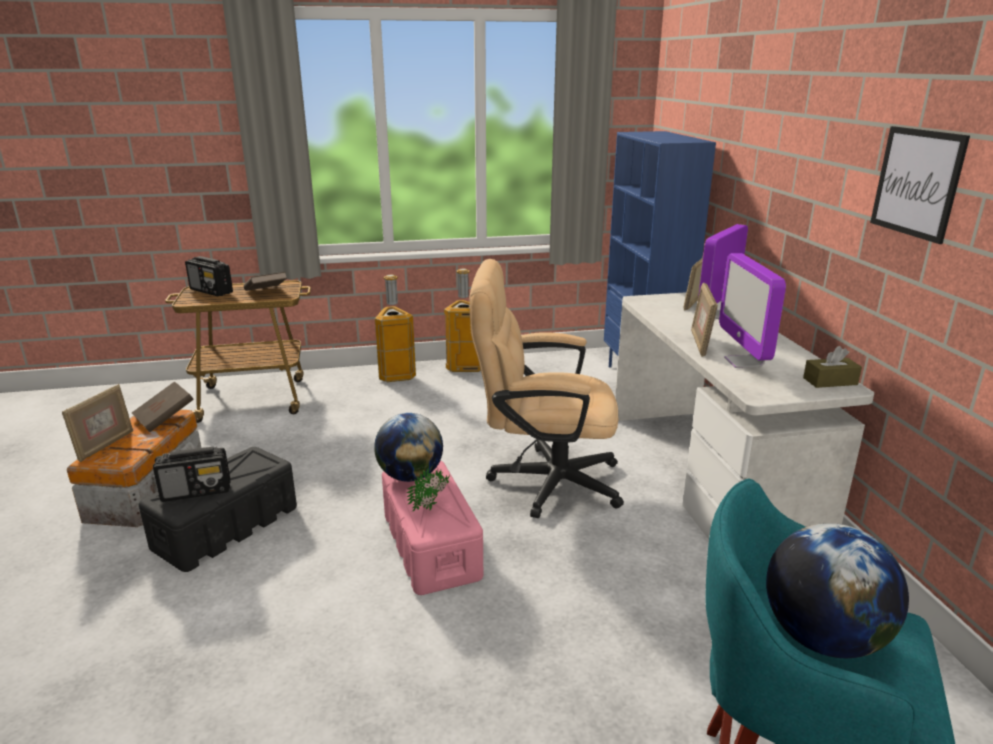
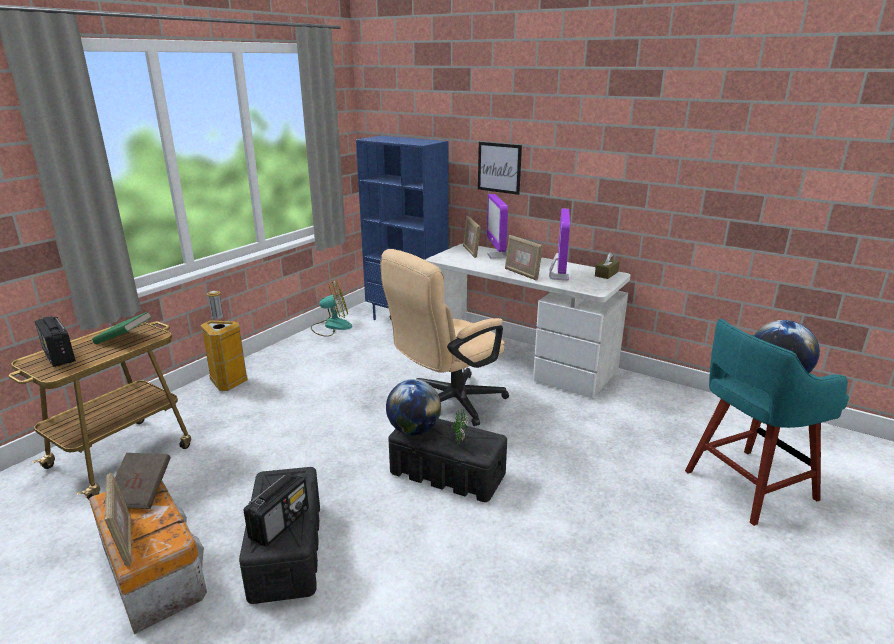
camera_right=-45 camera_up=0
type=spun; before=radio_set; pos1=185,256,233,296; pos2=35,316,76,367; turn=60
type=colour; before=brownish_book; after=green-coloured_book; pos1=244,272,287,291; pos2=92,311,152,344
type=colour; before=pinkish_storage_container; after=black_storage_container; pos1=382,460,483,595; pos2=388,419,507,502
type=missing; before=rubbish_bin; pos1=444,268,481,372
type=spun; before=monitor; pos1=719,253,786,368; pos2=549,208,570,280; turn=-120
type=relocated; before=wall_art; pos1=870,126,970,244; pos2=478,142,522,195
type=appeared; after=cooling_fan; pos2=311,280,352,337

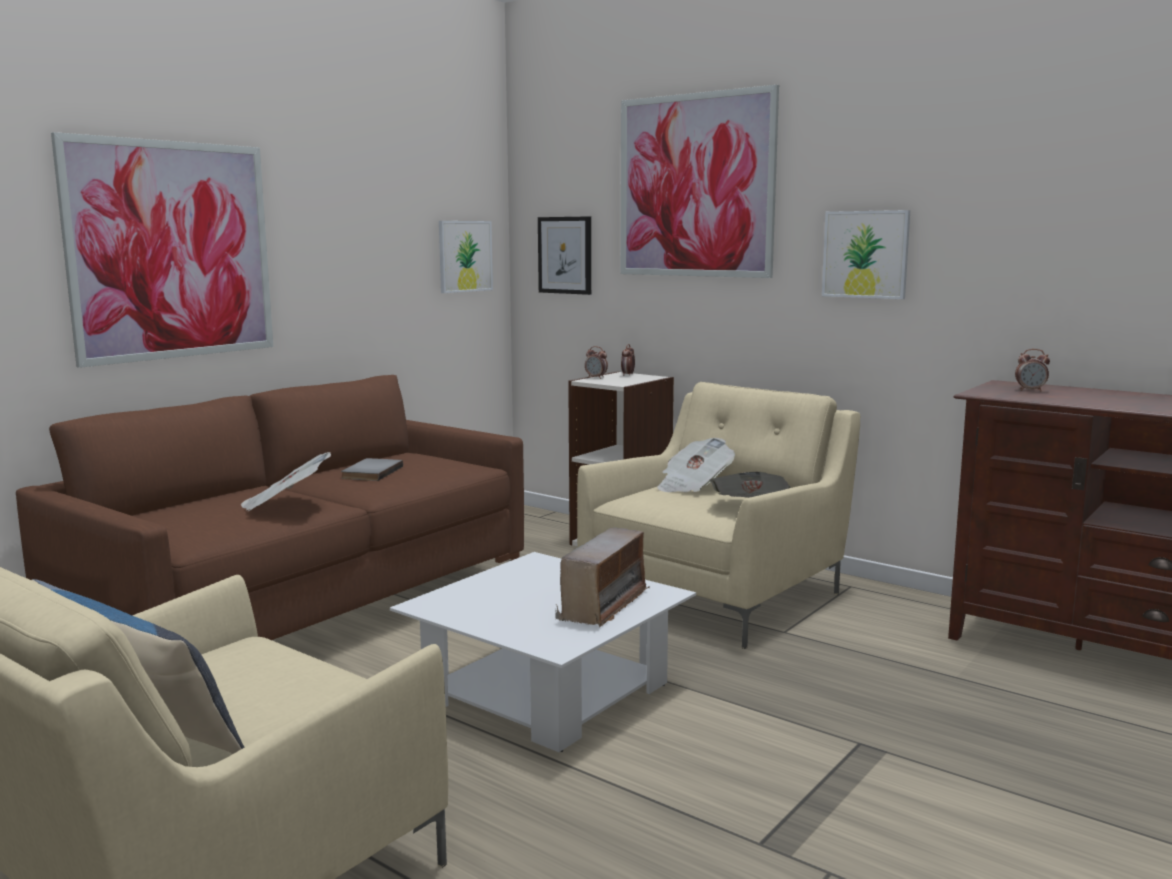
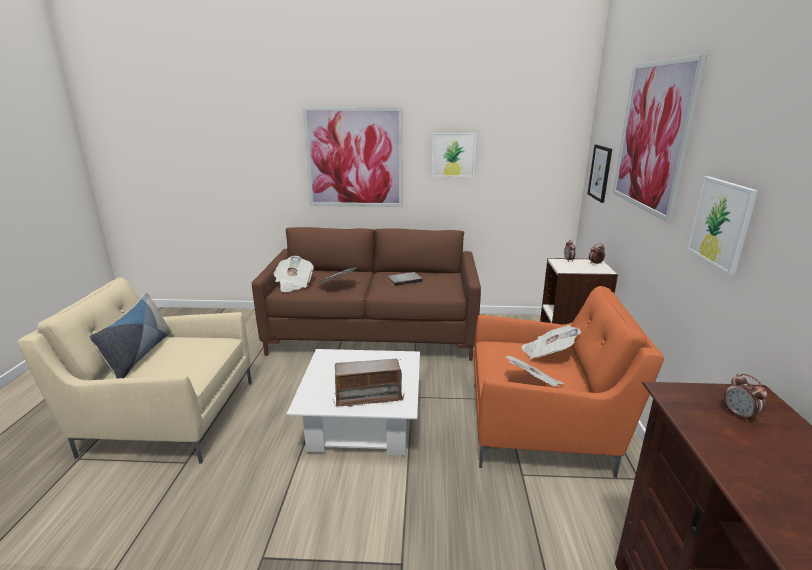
camera_right=55 camera_up=10
type=relocated; before=wall_art; pos1=439,221,493,293; pos2=432,133,476,177
type=colour; before=beige-coloured_lounge_chair; after=orange_lounge_chair; pos1=577,382,860,649; pos2=474,286,664,478
type=appeared; after=printed_paper; pos2=274,256,314,292

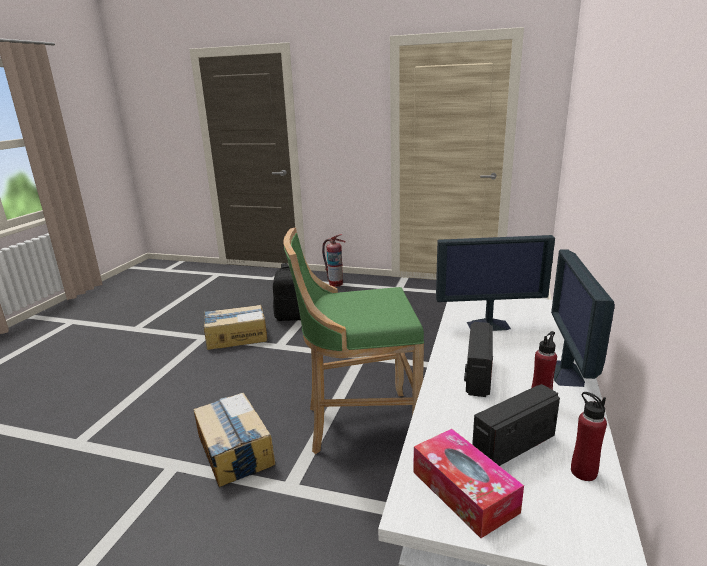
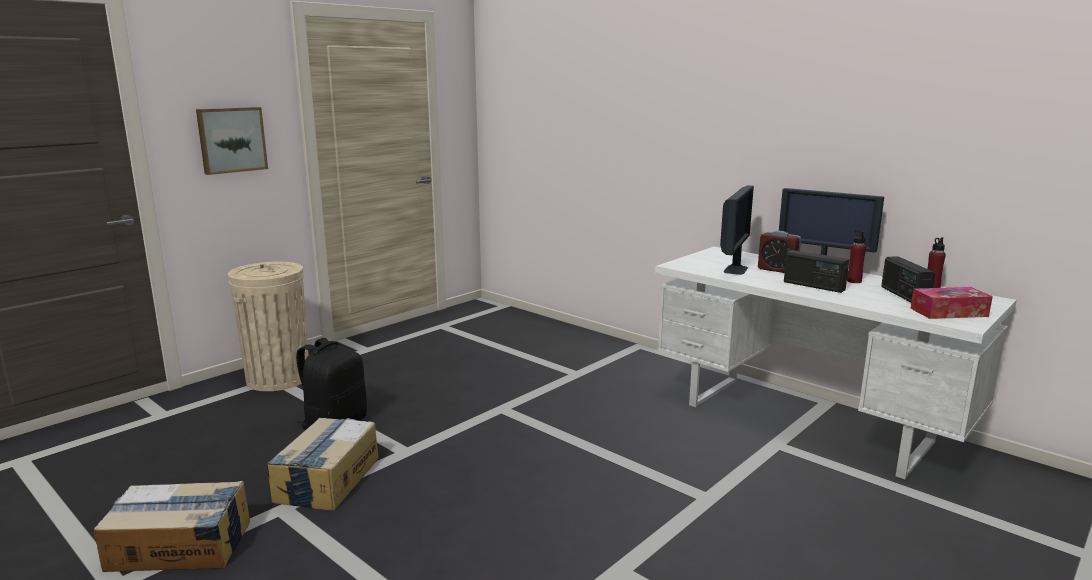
camera_right=-65 camera_up=-5
type=relocated; before=carton; pos1=194,393,275,487; pos2=94,481,250,572
type=missing; before=green-coloured_sitting_stool; pos1=284,227,424,454
type=exchanged; before=extinguisher; after=beige-coloured_rubbish_bin; pos1=322,234,346,287; pos2=228,262,309,391
type=appeared; after=wall_art; pos2=196,107,268,175
type=appeared; after=bedside_clock; pos2=758,231,801,273

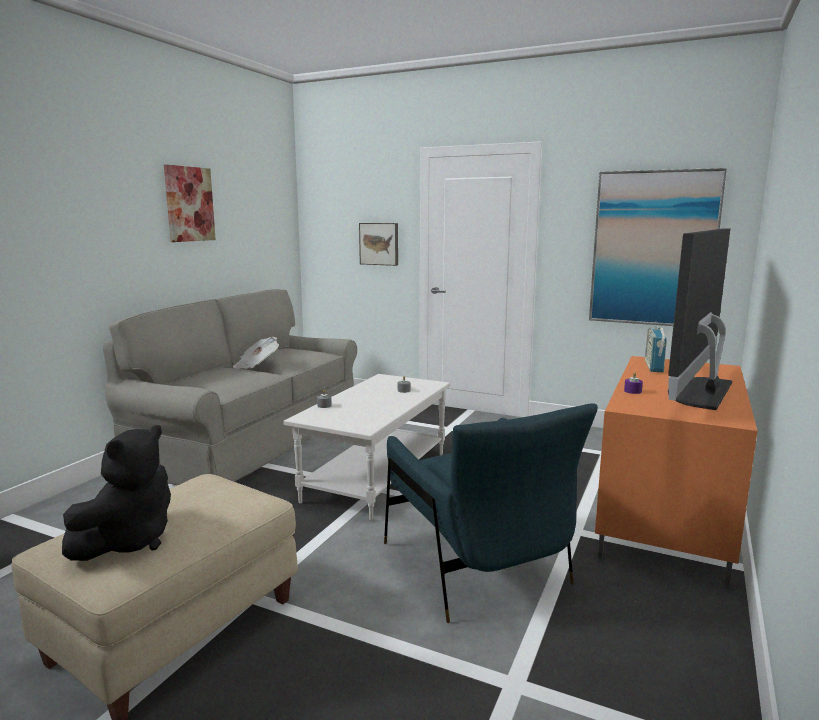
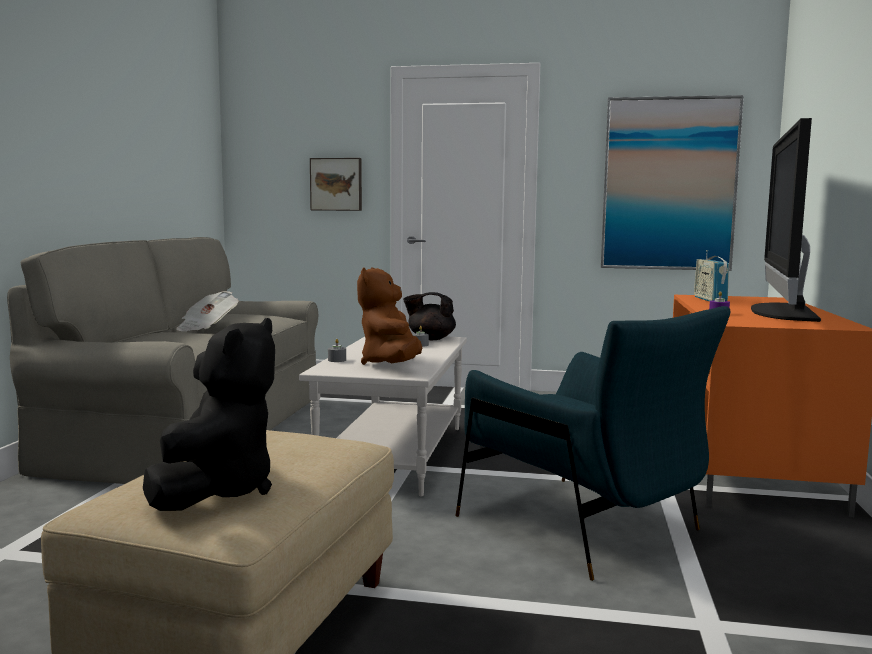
camera_right=-15 camera_up=-5
type=missing; before=wall_art; pos1=164,165,216,242
type=appeared; after=brownish_plush_toy; pos2=357,267,422,365
type=appeared; after=black_teapot; pos2=403,292,456,340

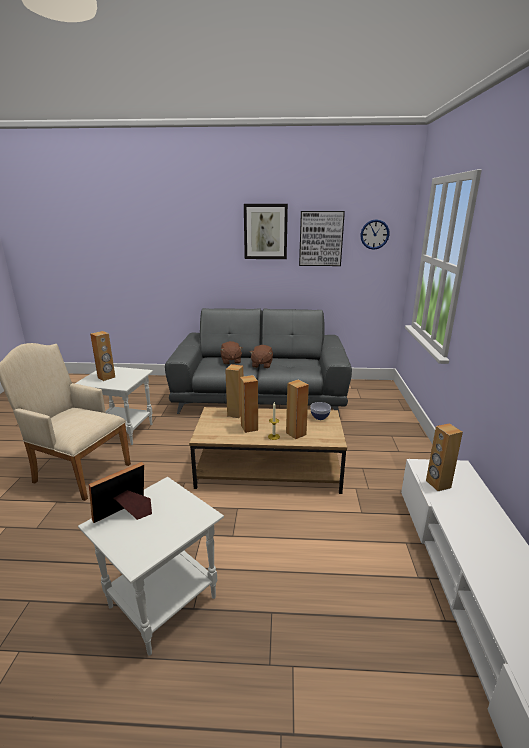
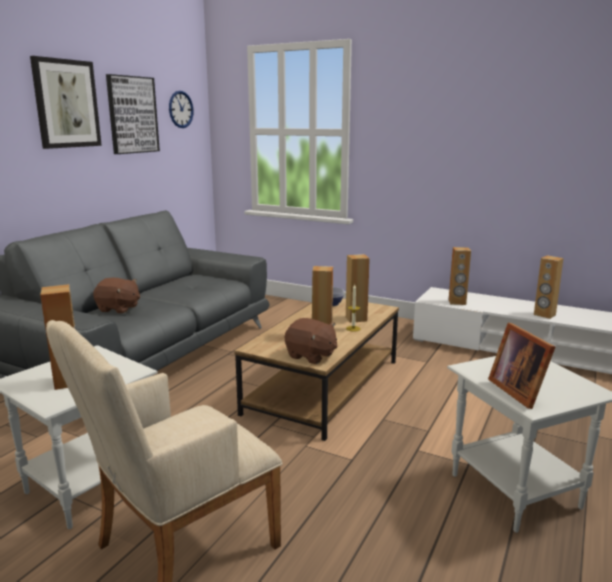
camera_right=-65 camera_up=-5
type=relocated; before=brownish_loudspeaker; pos1=225,364,244,418; pos2=534,255,563,319
type=relocated; before=brownish_plush_toy; pos1=250,345,273,368; pos2=285,318,337,364

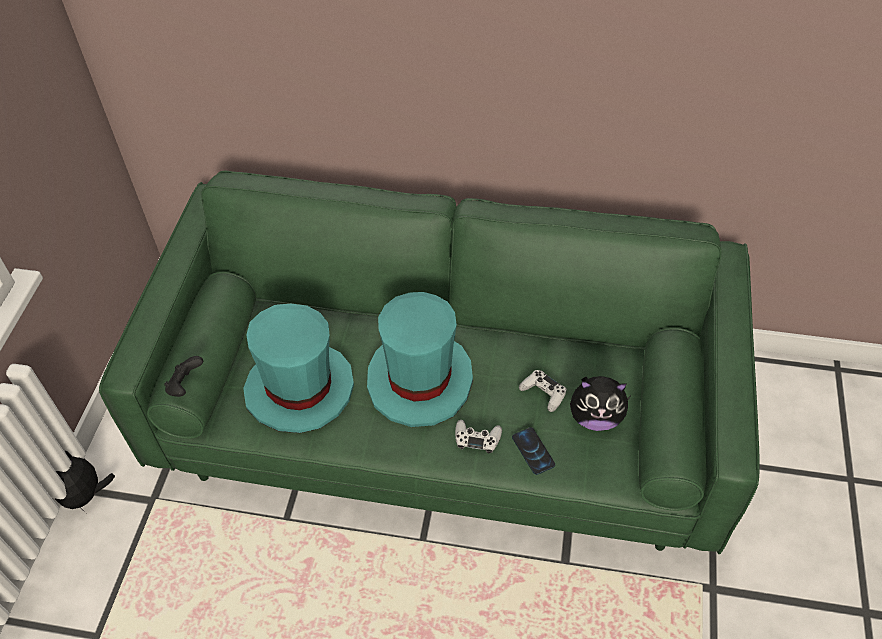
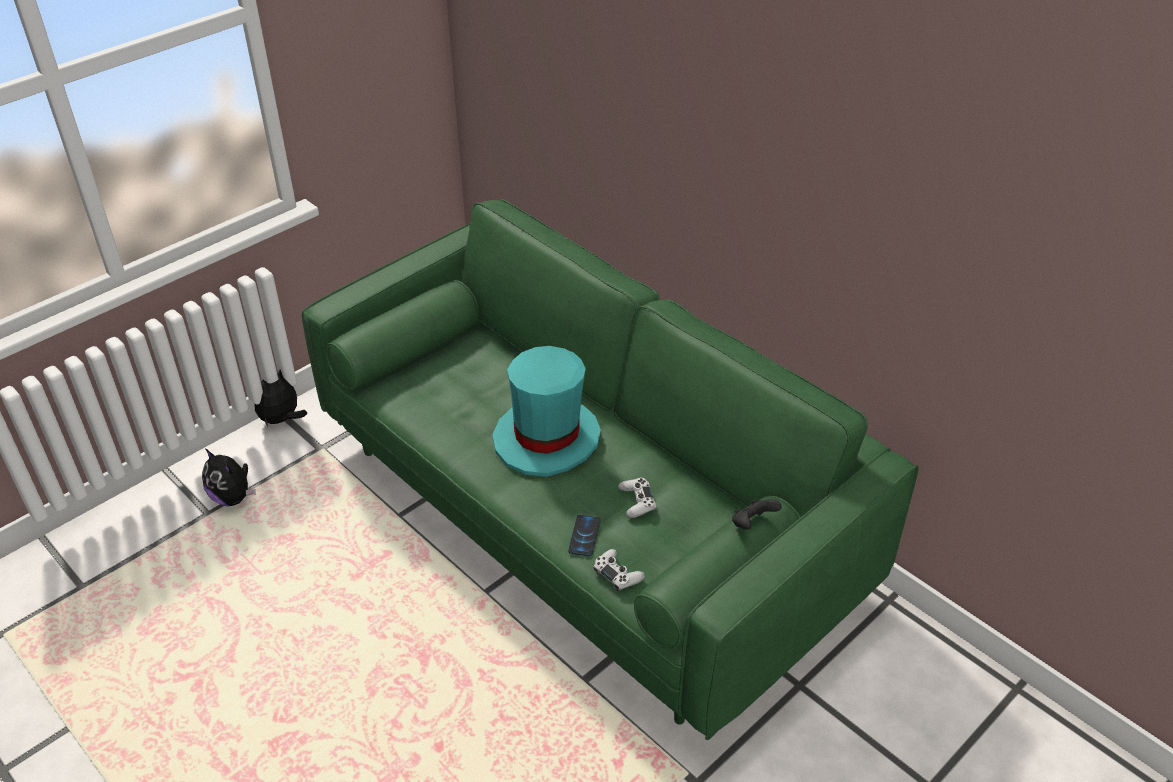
camera_right=35 camera_up=-10
type=relocated; before=black_joypad; pos1=164,356,203,397; pos2=732,499,782,529
type=missing; before=blue-green_clothing_hat; pos1=243,304,354,433
type=relocated; before=whitish_joypad; pos1=455,420,502,453; pos2=593,549,645,591
type=relocated; before=plush_toy; pos1=570,376,630,431; pos2=202,449,256,506

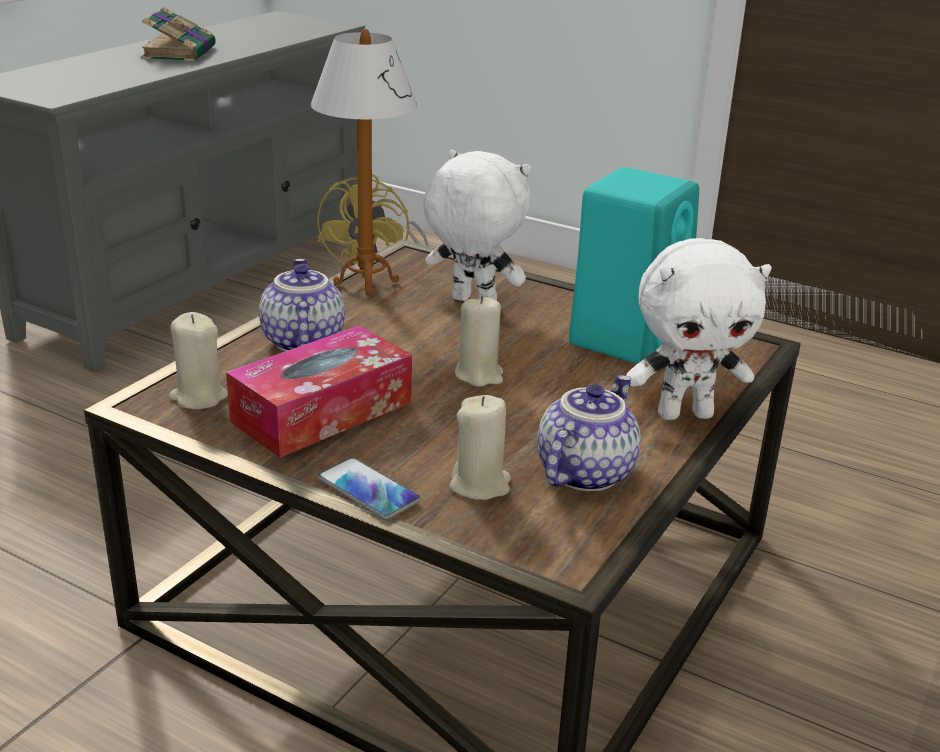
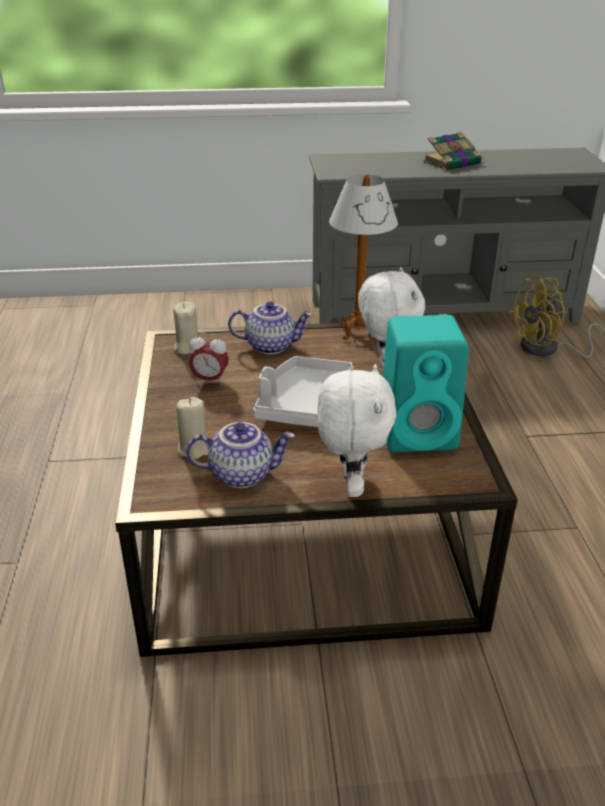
camera_right=55 camera_up=5
type=exchanged; before=tissue_box; after=bedside_clock; pos1=226,326,412,458; pos2=189,333,229,385
type=spun; before=teapot; pos1=259,259,345,351; pos2=228,301,313,354; turn=45
type=missing; before=telephone; pos1=318,458,421,520
type=exchanged; before=beige-coloured_candle; after=gray_serving_tray; pos1=455,296,503,387; pos2=253,356,354,427
type=spun; before=whitish_plush_toy; pos1=626,238,772,420; pos2=318,364,397,497; turn=-135

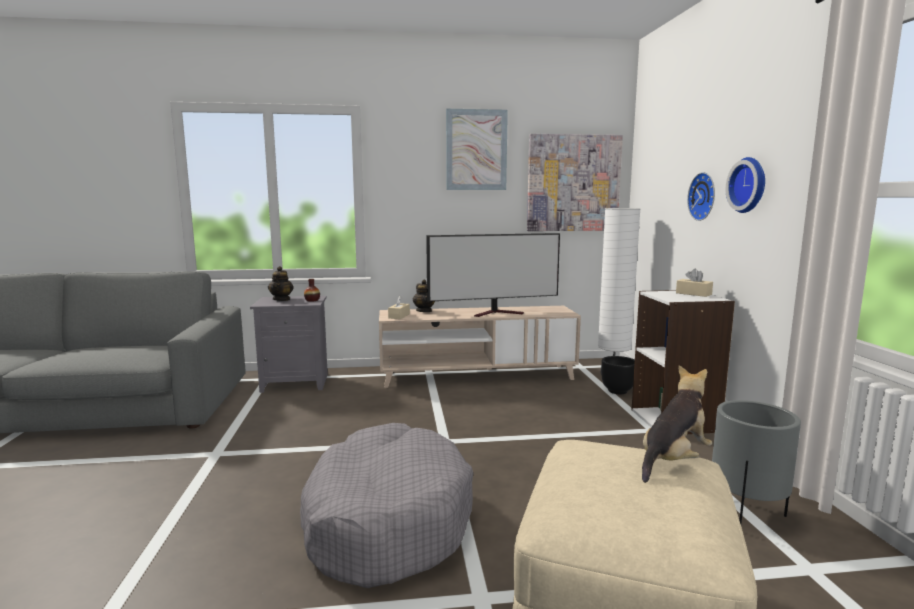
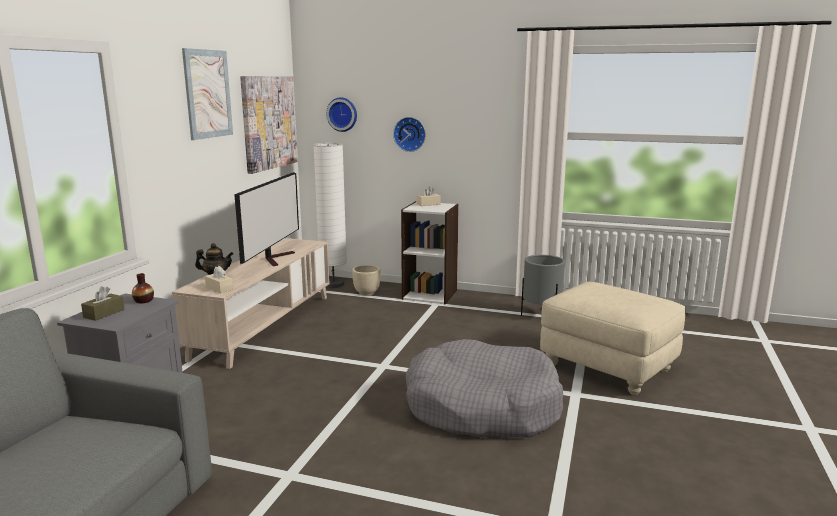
camera_right=-65 camera_up=5
type=exchanged; before=teapot; after=brownish_tissue_box; pos1=268,266,294,301; pos2=81,286,125,321
type=colour; before=black_planter; after=beige-coloured_planter; pos1=601,356,635,394; pos2=352,265,381,296
type=missing; before=plush_toy; pos1=642,365,713,483
type=relocated; before=hanging_clock; pos1=726,157,765,213; pos2=326,97,357,132

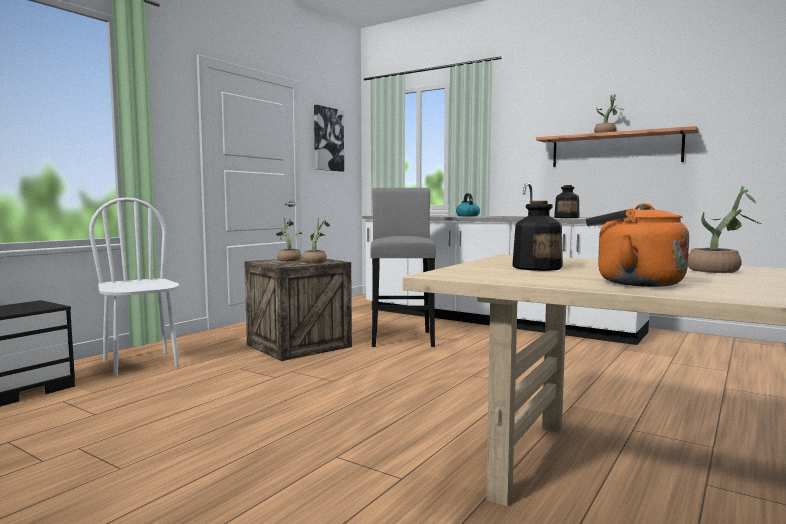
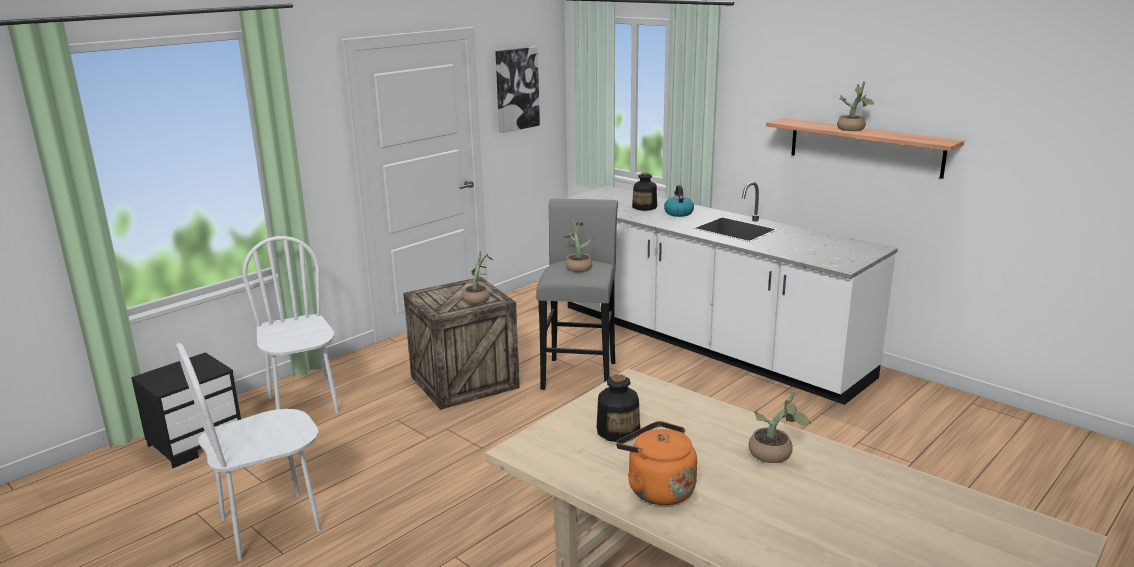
camera_right=10 camera_up=15
type=relocated; before=houseplant; pos1=276,218,302,261; pos2=565,220,593,272
type=relocated; before=bottle; pos1=554,185,579,218; pos2=632,173,657,211
type=appeared; after=whitish_chair; pos2=176,343,321,561

